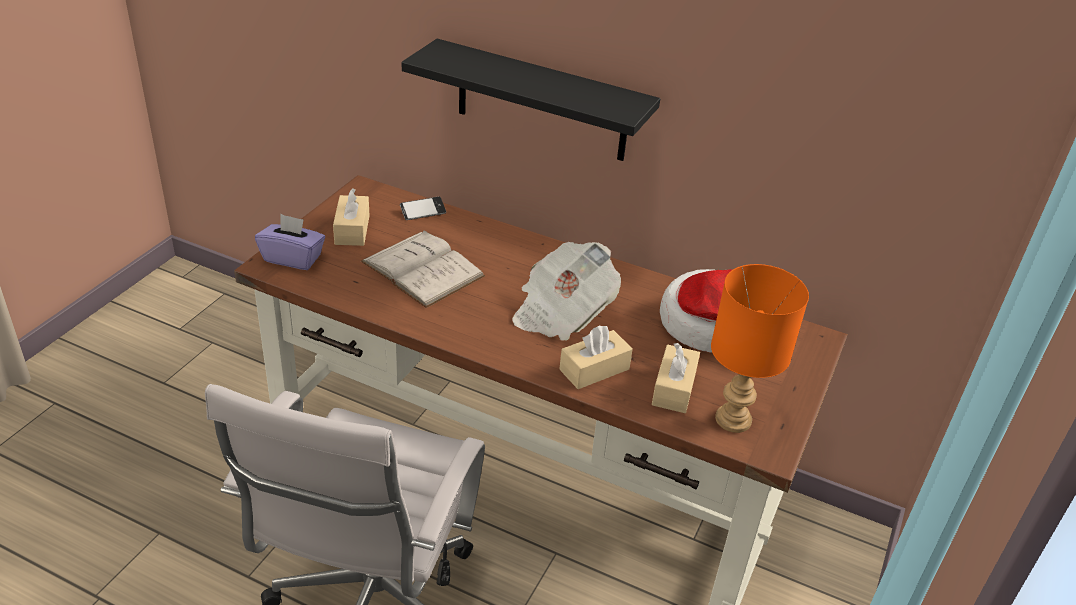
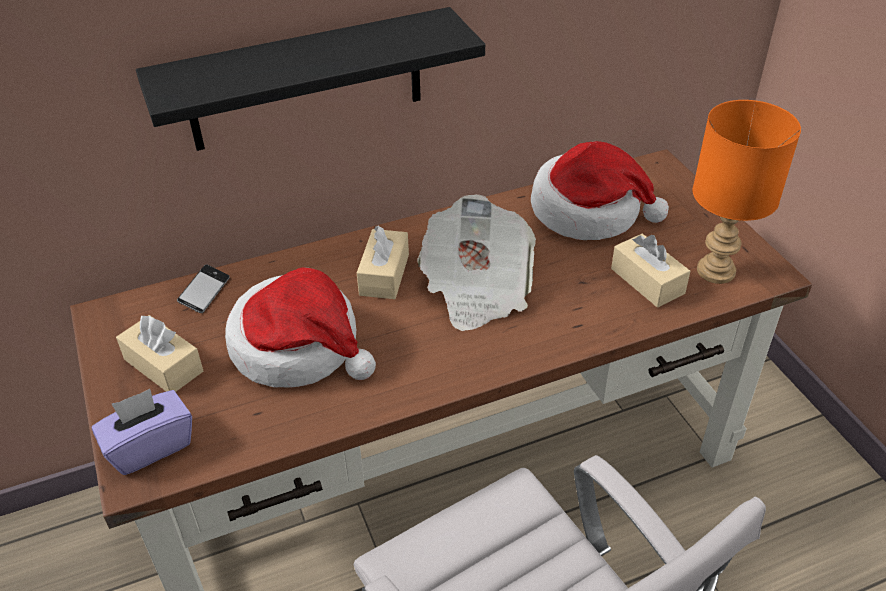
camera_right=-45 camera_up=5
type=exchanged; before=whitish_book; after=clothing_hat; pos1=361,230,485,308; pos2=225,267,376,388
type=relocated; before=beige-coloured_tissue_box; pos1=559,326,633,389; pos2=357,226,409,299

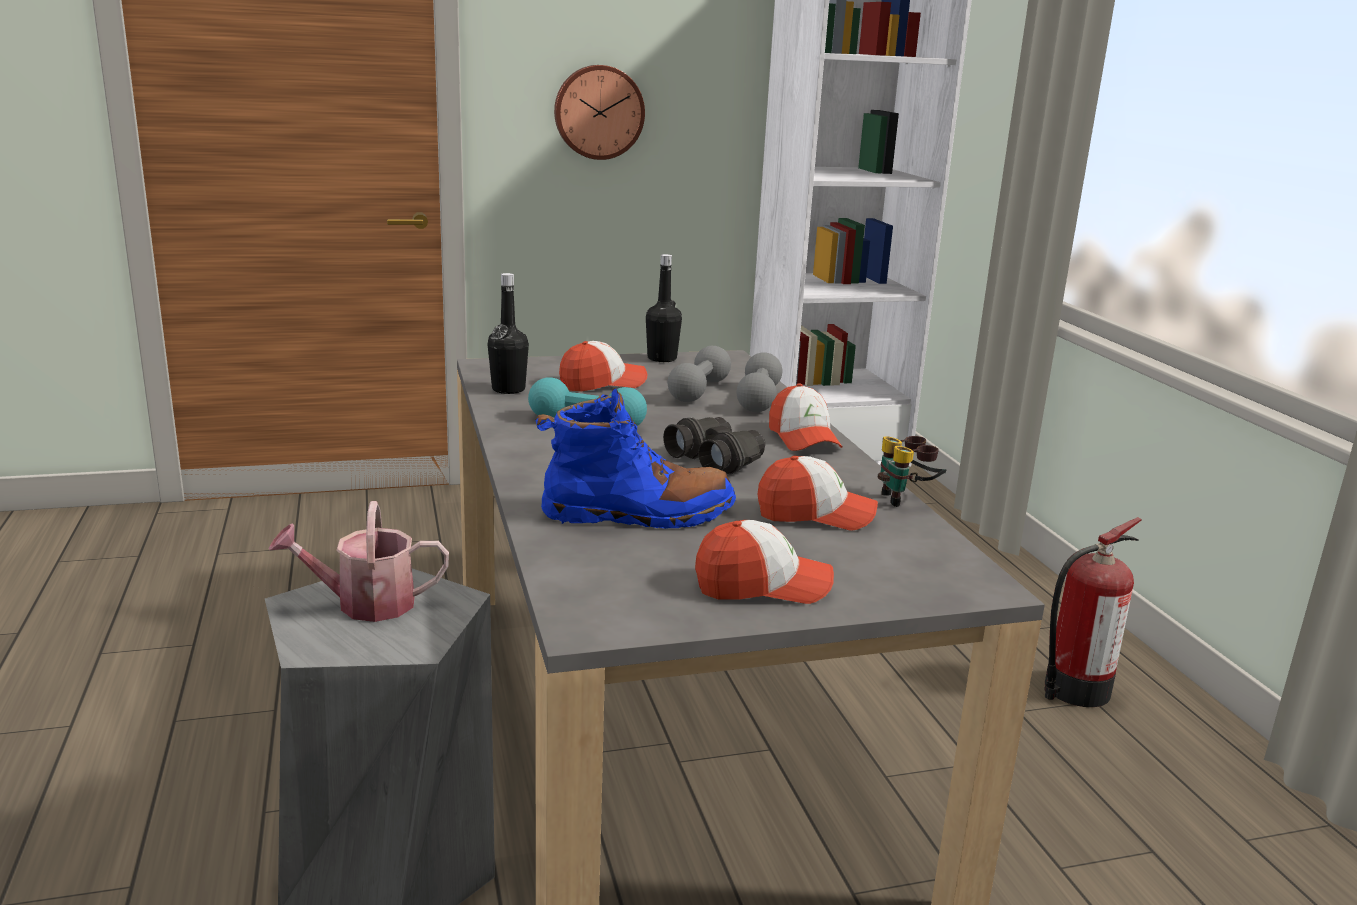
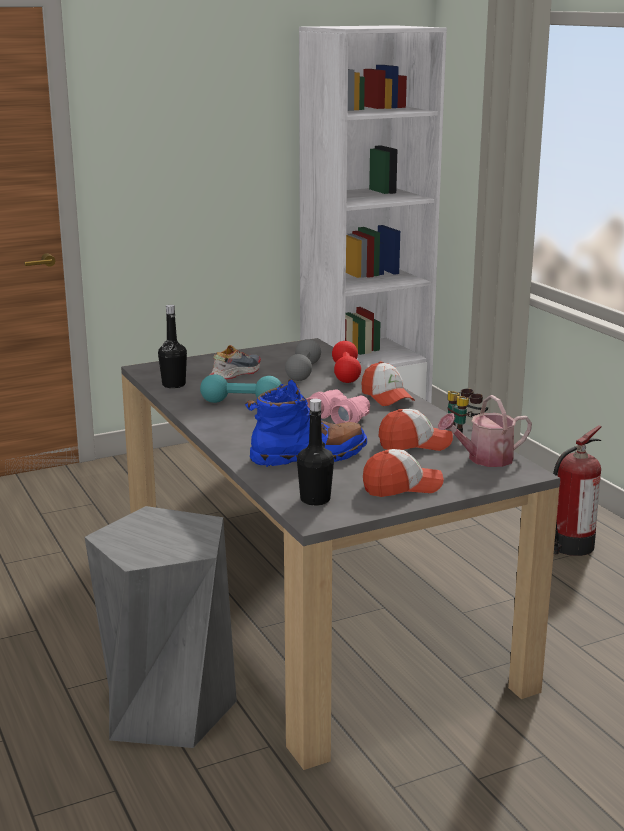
camera_right=-10 camera_up=0
type=relocated; before=watering_pot; pos1=269,501,449,622; pos2=438,395,532,467
type=missing; before=hanging_clock; pos1=554,65,645,160
type=exchanged; before=peaked_cap; after=shoe; pos1=559,341,648,392; pos2=210,345,261,380
type=relocated; before=black_bottle; pos1=646,254,682,362; pos2=297,399,334,506
type=colour; before=black_binoculars; after=pinkish_binoculars; pos1=663,417,765,475; pos2=306,389,370,424
type=colour; before=gray_free_weight; after=reddish_free_weight; pos1=736,352,782,412; pos2=332,341,361,383

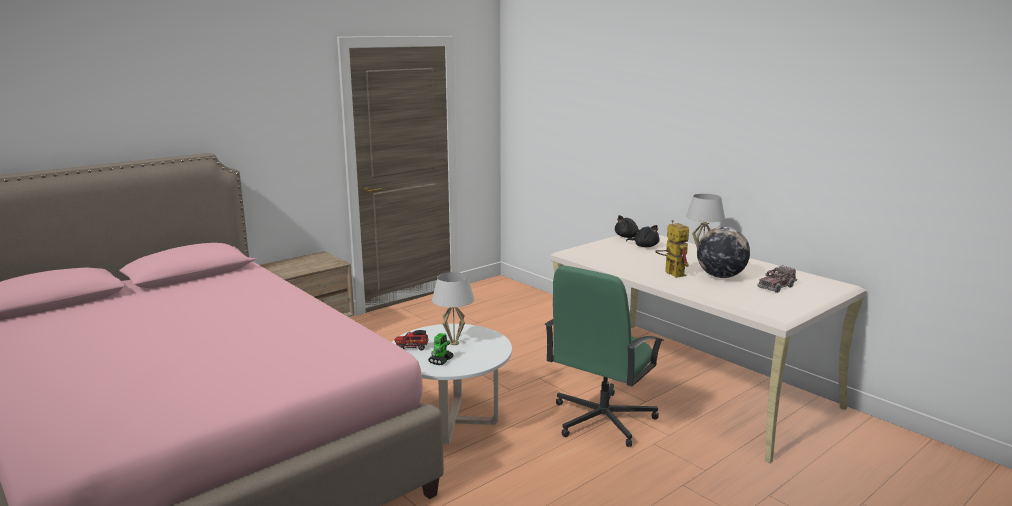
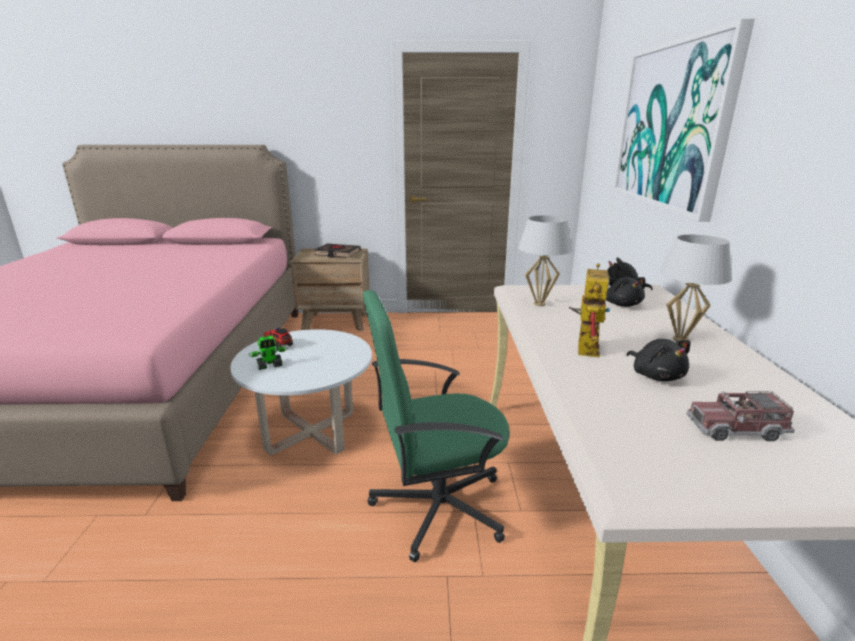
camera_right=40 camera_up=5
type=relocated; before=whitish_lamp_for_a_table; pos1=432,272,474,345; pos2=518,215,572,306
type=exchanged; before=desk_globe; after=black_plush_toy; pos1=697,227,750,278; pos2=627,339,691,381
type=appeared; after=black_book; pos2=314,243,361,258
type=appeared; after=wall_art; pos2=613,19,755,222

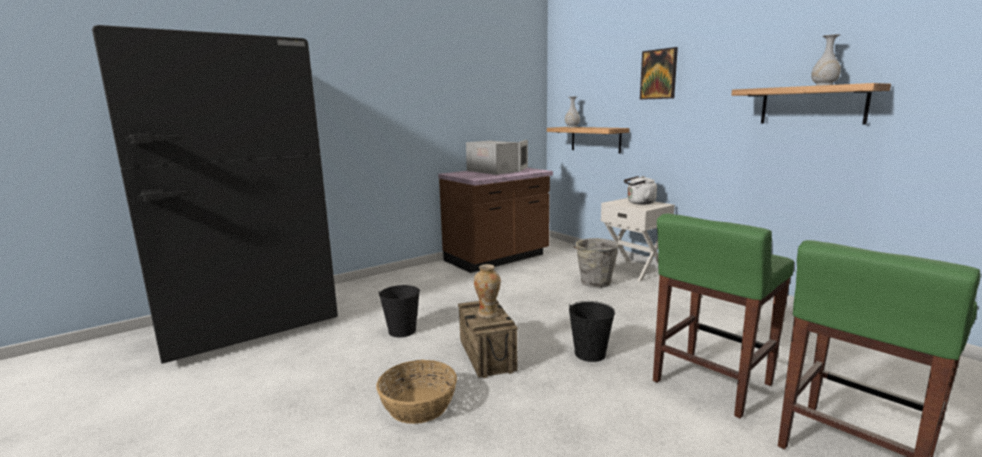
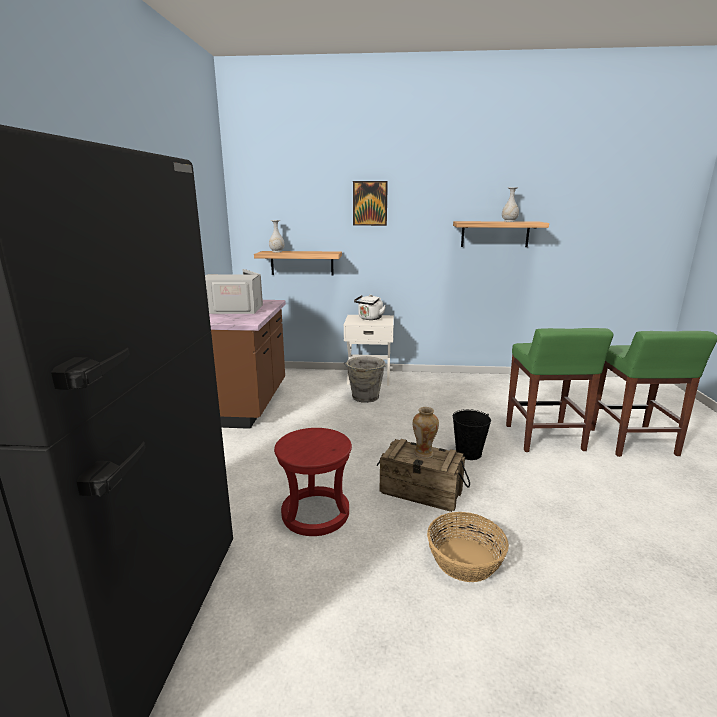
camera_right=-50 camera_up=5
type=exchanged; before=black_pail; after=reddish_sitting_stool; pos1=379,285,420,337; pos2=274,428,352,536

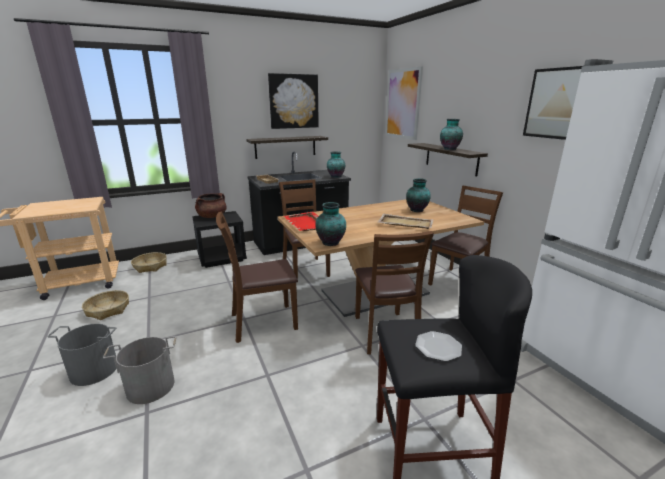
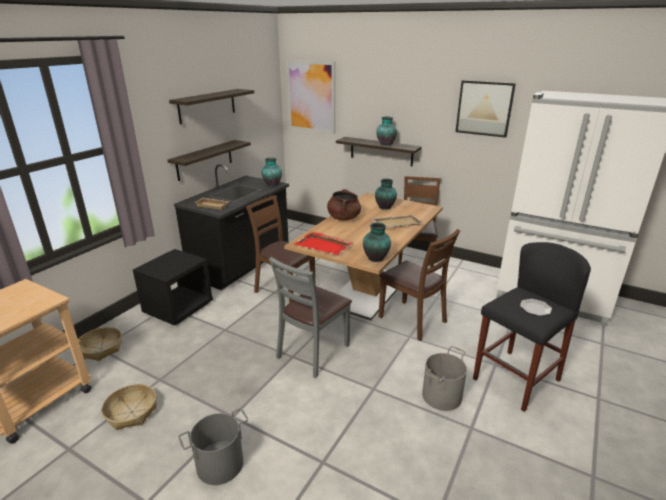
camera_right=-35 camera_up=5
type=relocated; before=gray_pail; pos1=103,336,176,404; pos2=422,346,467,411
type=relocated; before=brownish_saucepot; pos1=195,193,226,218; pos2=327,189,361,220
type=colour; before=brownish_chair; after=gray_chair; pos1=216,211,298,343; pos2=269,257,352,378
type=exchanged; before=wall_art; after=bracket_shelf; pos1=268,73,319,129; pos2=169,89,254,125

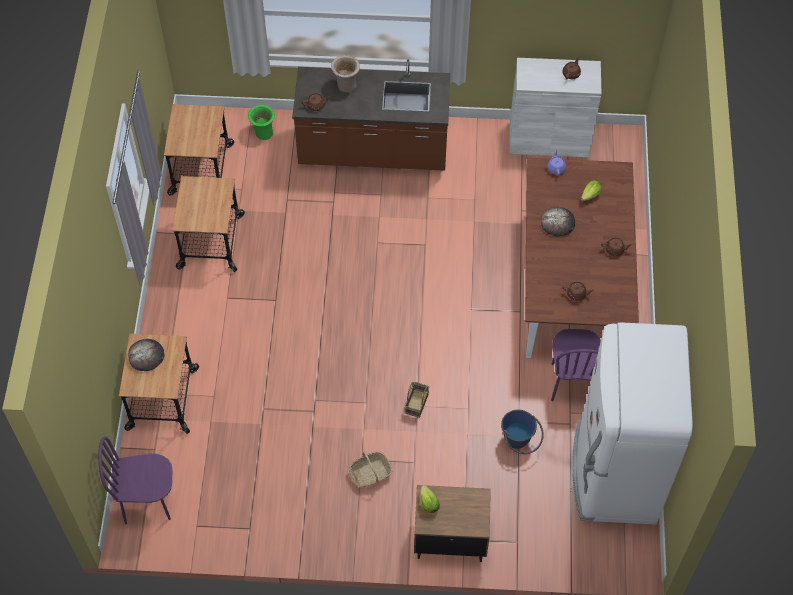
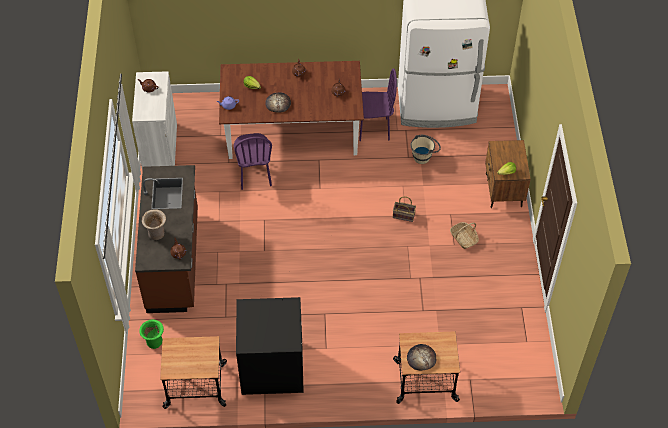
camera_right=-95 camera_up=-5
type=relocated; before=purple-coloured_chair; pos1=98,437,172,524; pos2=234,133,272,190
type=exchanged; before=trolley; after=black_washing_machine; pos1=172,176,245,272; pos2=236,297,304,395
type=colour; before=blue_pail; after=beige-coloured_pail; pos1=501,410,544,454; pos2=410,135,441,164

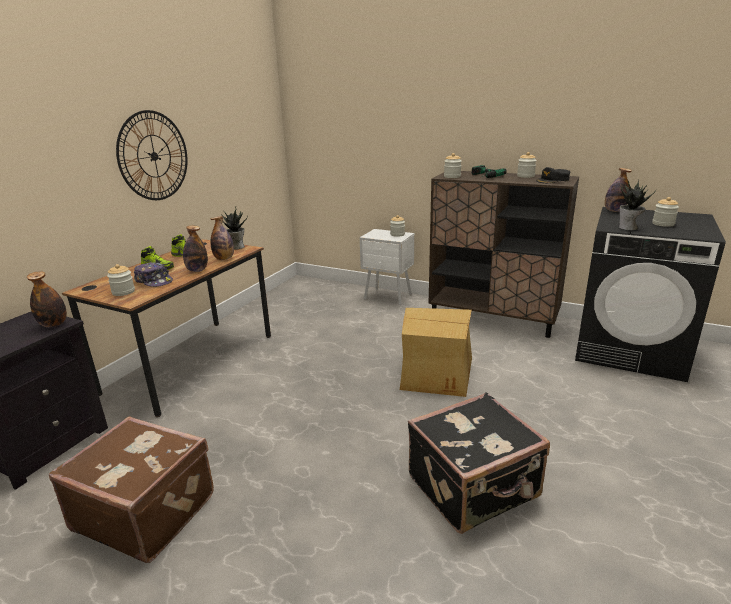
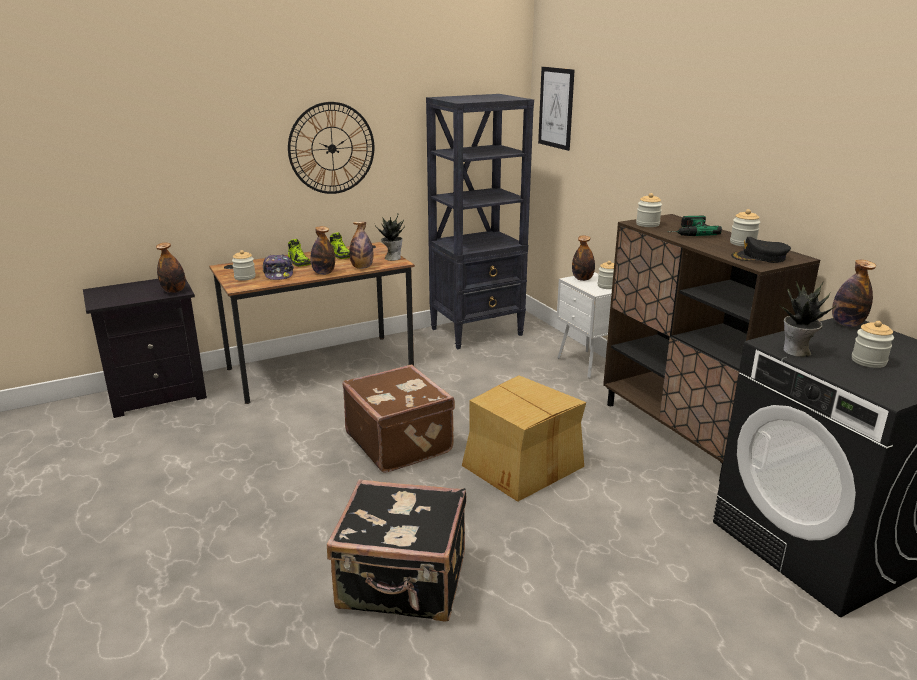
camera_right=35 camera_up=0
type=relocated; before=brownish_piece_of_luggage; pos1=49,416,214,563; pos2=342,365,455,473
type=appeared; after=black_shelving_unit; pos2=426,94,534,349
type=appeared; after=wall_art; pos2=538,67,575,151
type=appeared; after=bottle; pos2=572,235,595,281

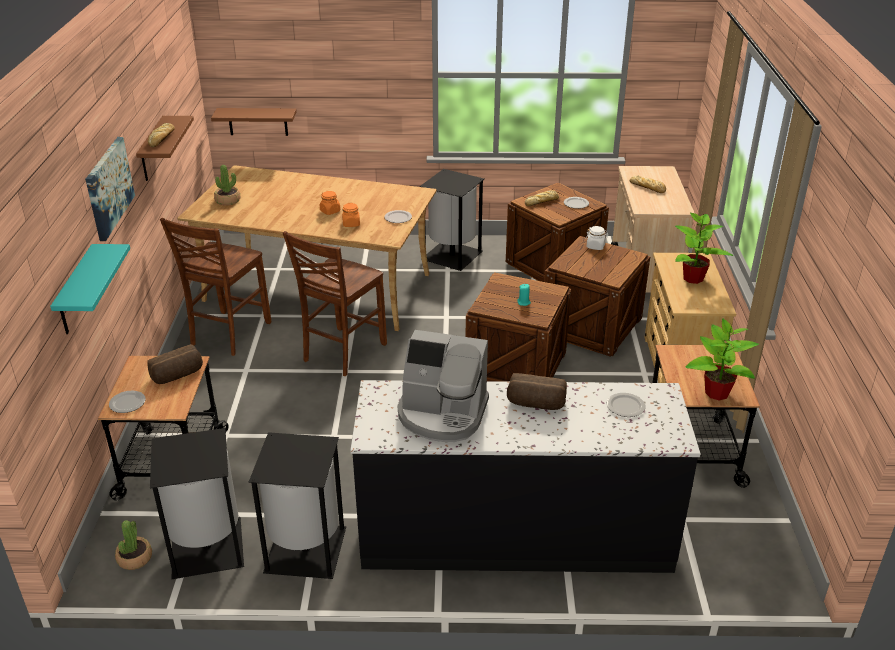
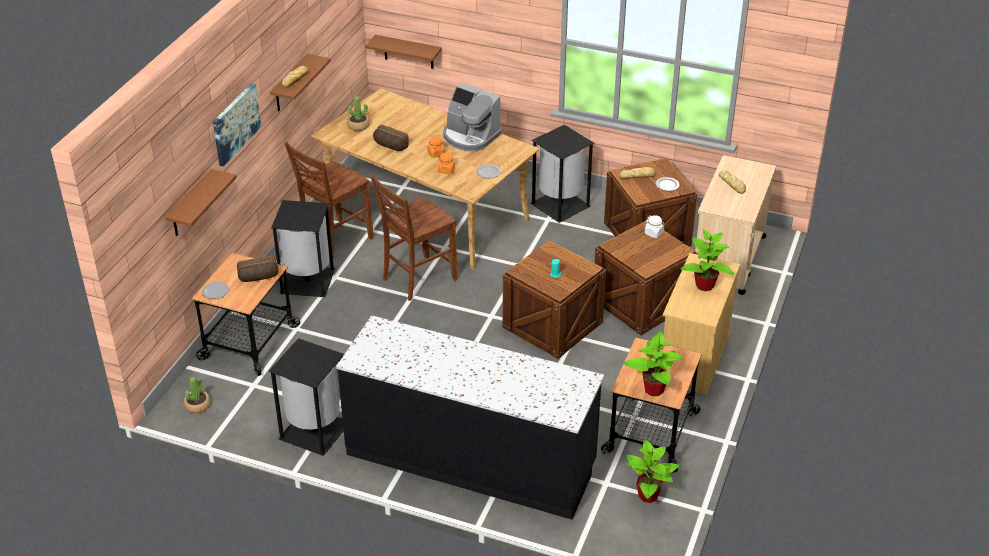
camera_right=20 camera_up=5
type=colour; before=blue-green_bracket_shelf; after=brownish_bracket_shelf; pos1=50,244,130,334; pos2=165,169,237,236
type=relocated; before=black_rubbish_bin; pos1=150,428,244,579; pos2=271,200,335,297
type=relocated; before=coffee_maker; pos1=398,330,489,442; pos2=443,83,501,151
type=relocated; before=bakery_bread; pos1=507,373,567,410; pos2=373,125,409,151
type=missing; before=dinner_plate; pos1=607,393,646,417
type=appeared; after=houseplant; pos2=627,440,680,503

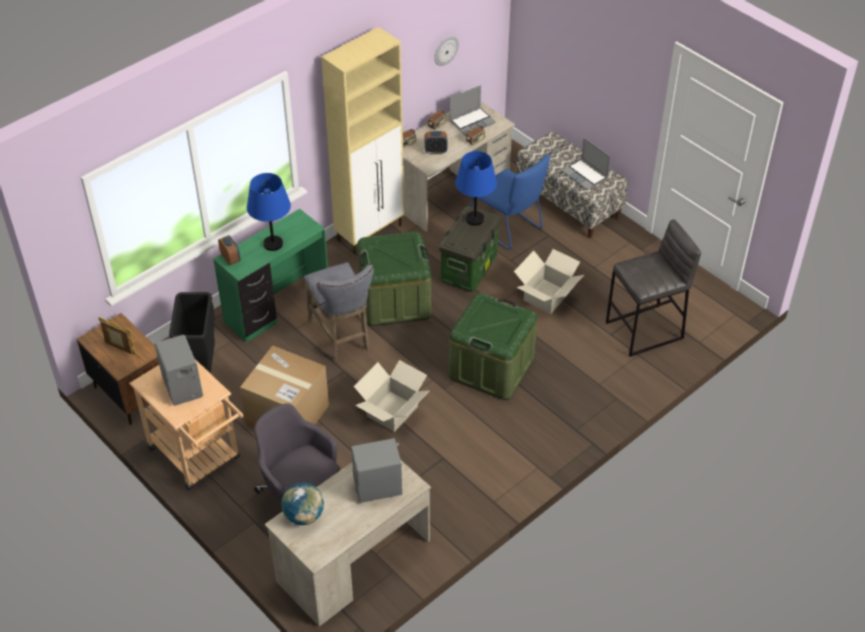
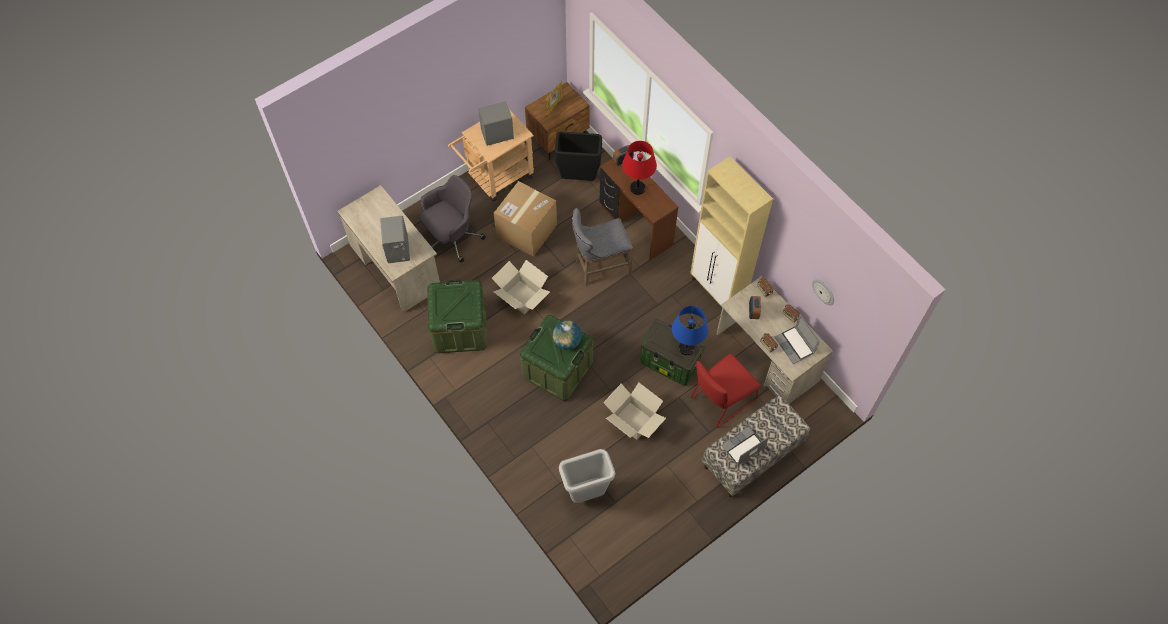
camera_right=95 camera_up=15
type=colour; before=green-coloured_desk_table; after=brownish_desk_table; pos1=213,209,328,343; pos2=600,158,678,260
type=colour; before=blue_lamp_for_a_table; after=reddish_lamp_for_a_table; pos1=247,173,291,251; pos2=622,141,657,195
type=relocated; before=desk_globe; pos1=281,482,324,525; pos2=553,321,582,350
type=relocated; before=green-coloured_storage_container; pos1=357,231,431,326; pos2=427,280,487,353
type=colour; before=blue_chair; after=reddish_chair; pos1=471,155,550,249; pos2=691,353,761,427
type=exchanged; before=gray_sitting_stool; after=gray_rubbish_bin; pos1=606,219,701,357; pos2=559,449,615,503

